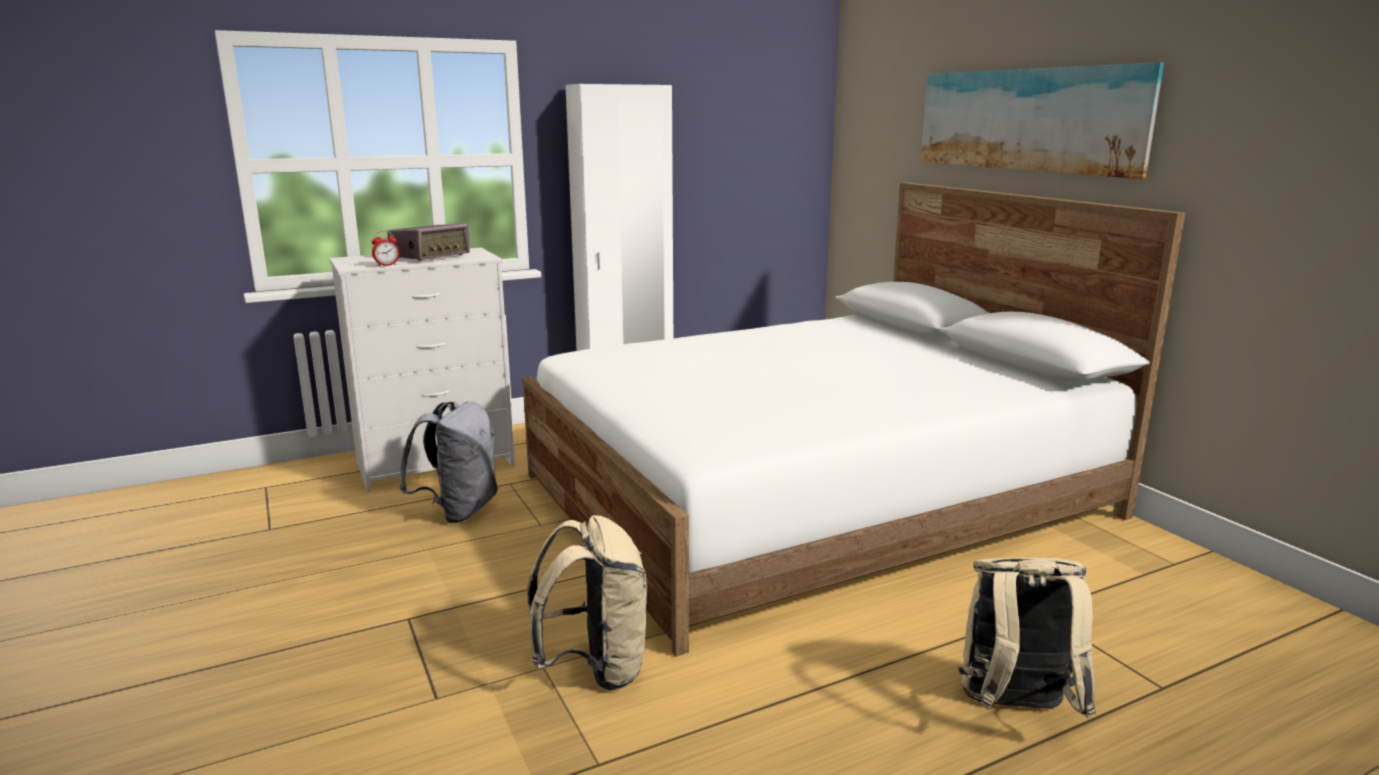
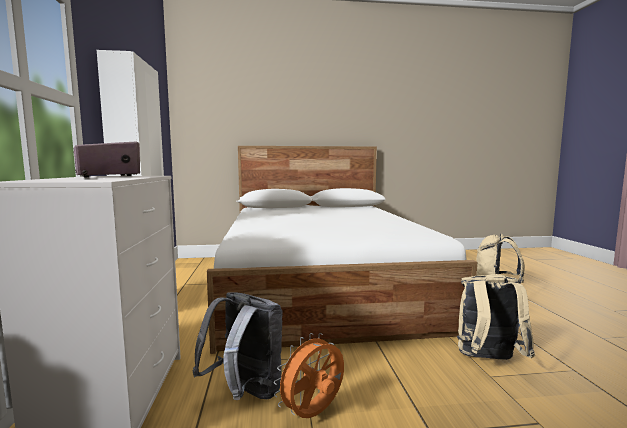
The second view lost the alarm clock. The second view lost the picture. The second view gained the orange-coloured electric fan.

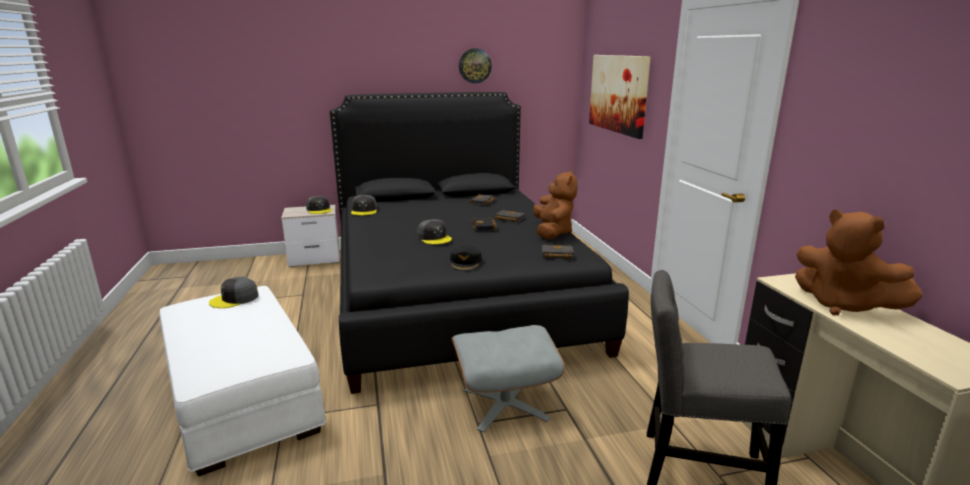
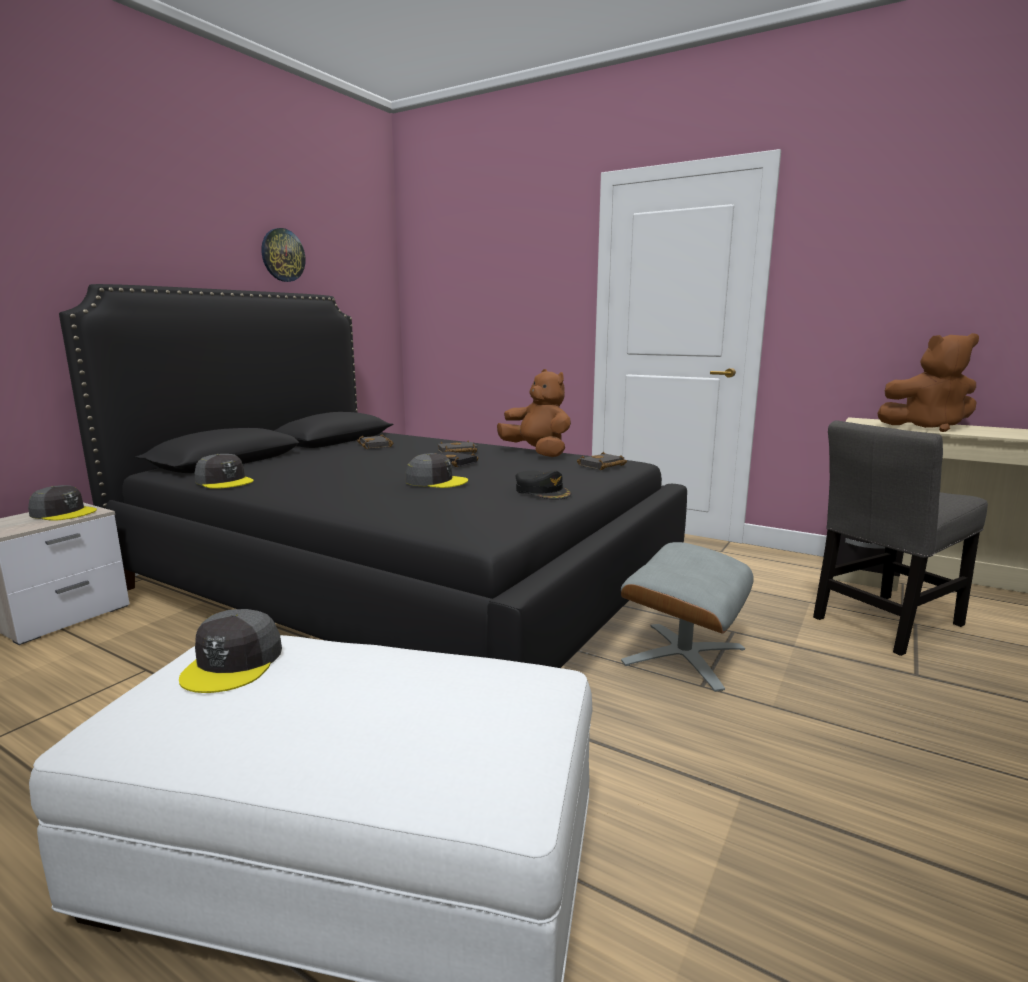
The second view lost the picture.

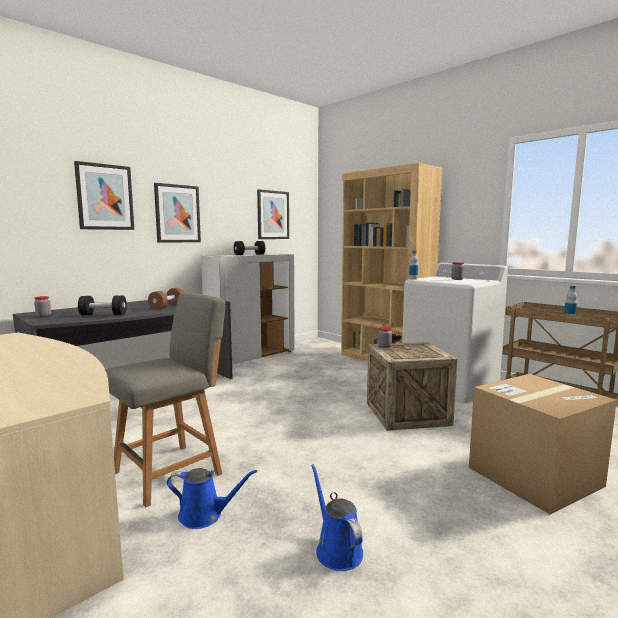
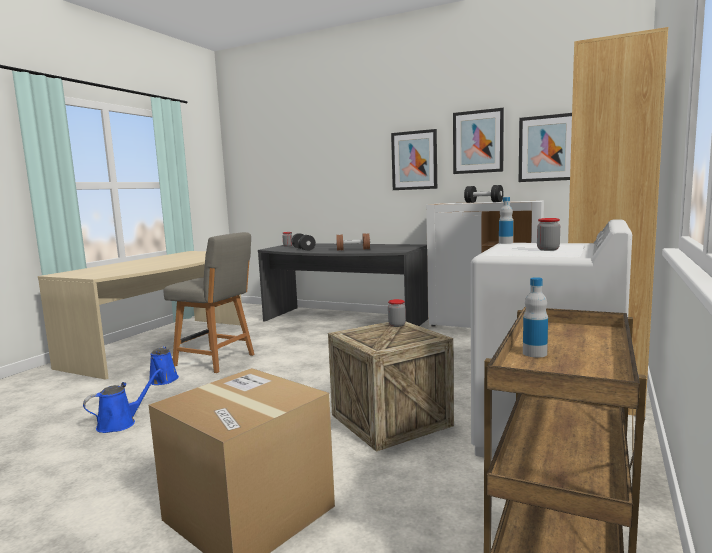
The picture (no. 1 from left in the first image) ended up elsewhere.

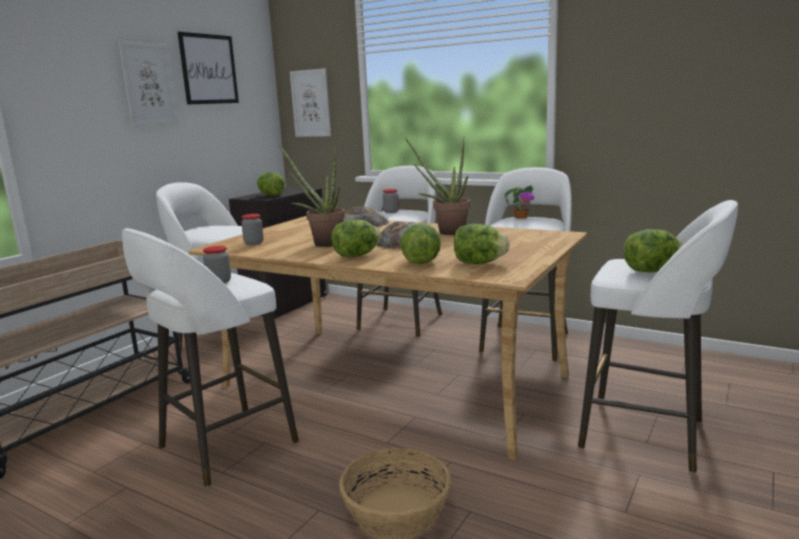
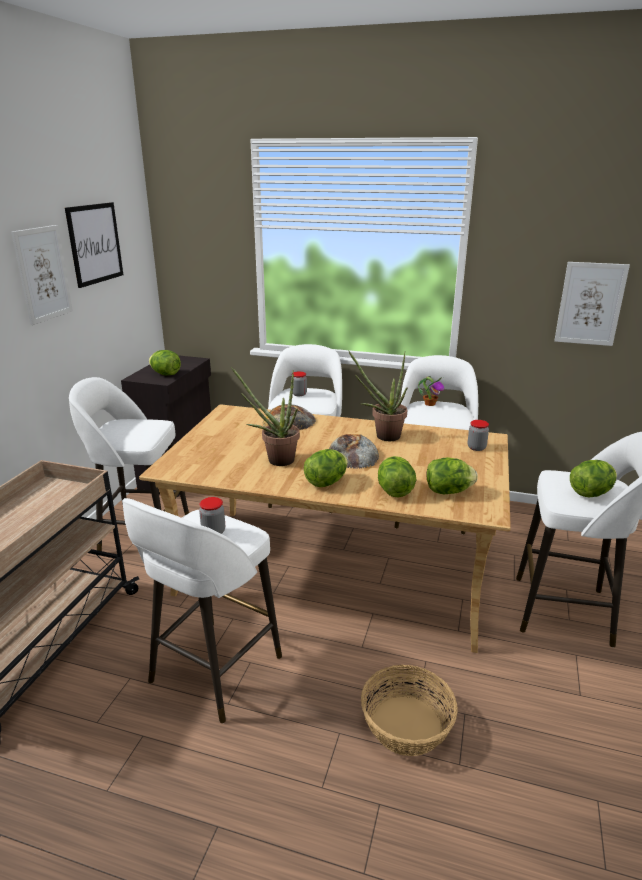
The storage jar (no. 2 from left in the first image) ended up elsewhere. The picture (no. 3 from left) ended up elsewhere.

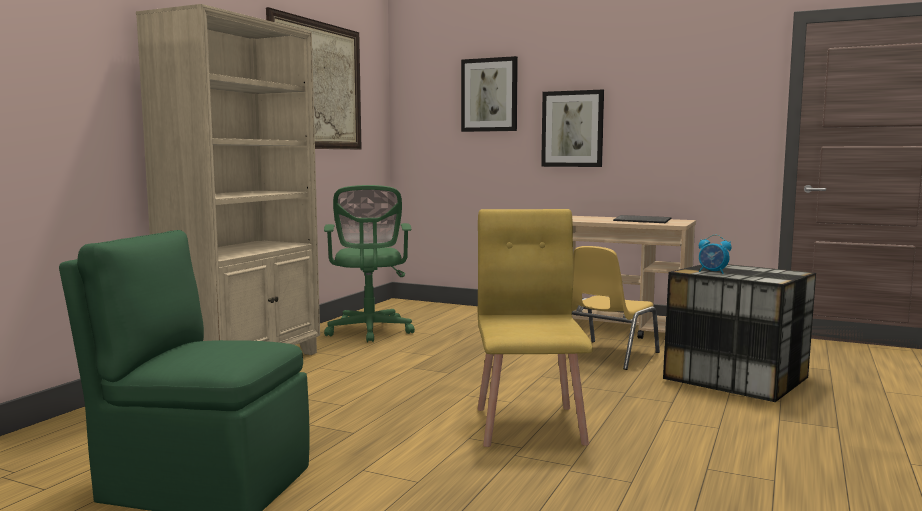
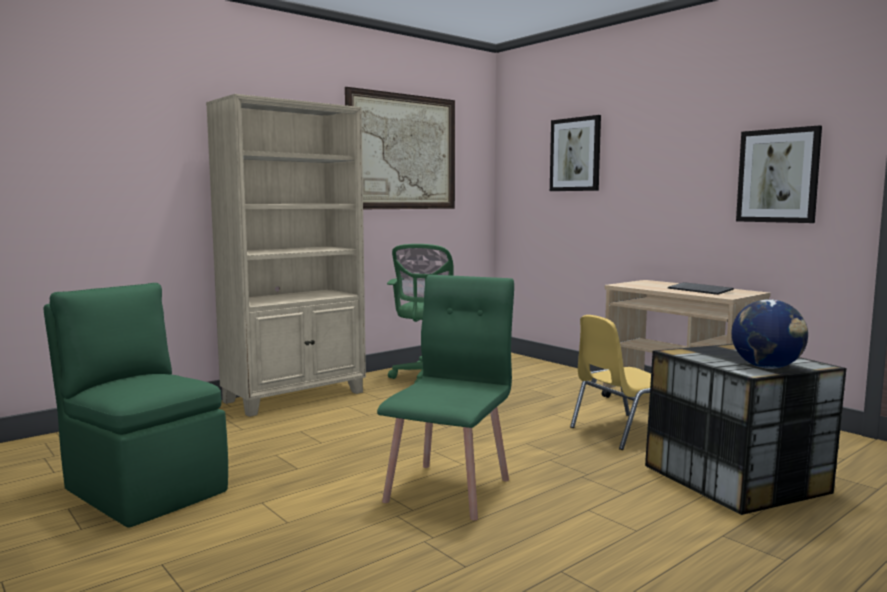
What was the yellowish upright chair (no. 1 from left) turned into the greenish upright chair (no. 2 from left). The picture (no. 3 from left) ended up elsewhere. The second view lost the alarm clock. The second view gained the globe.

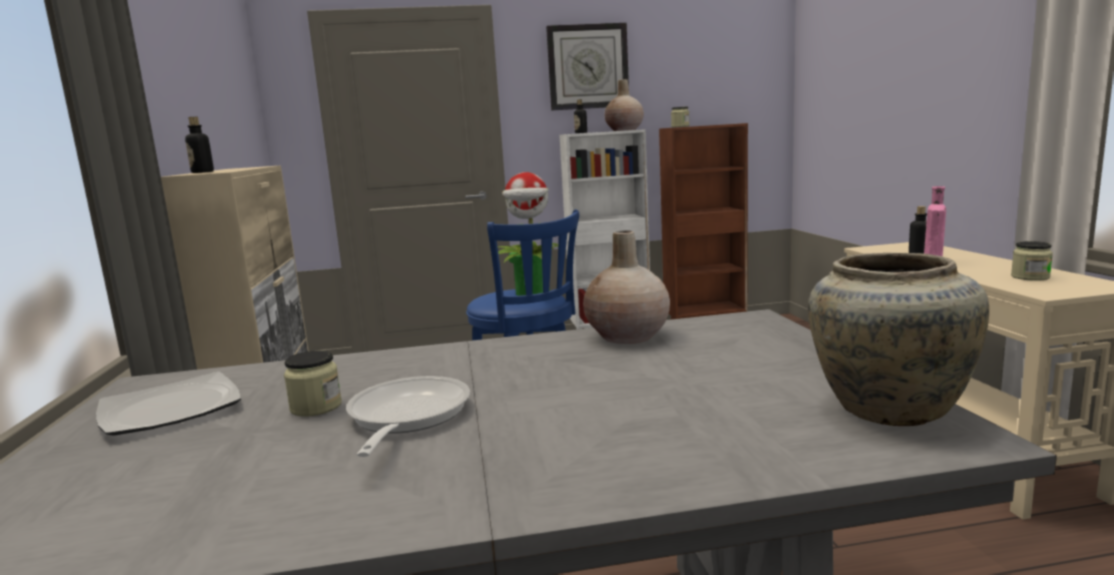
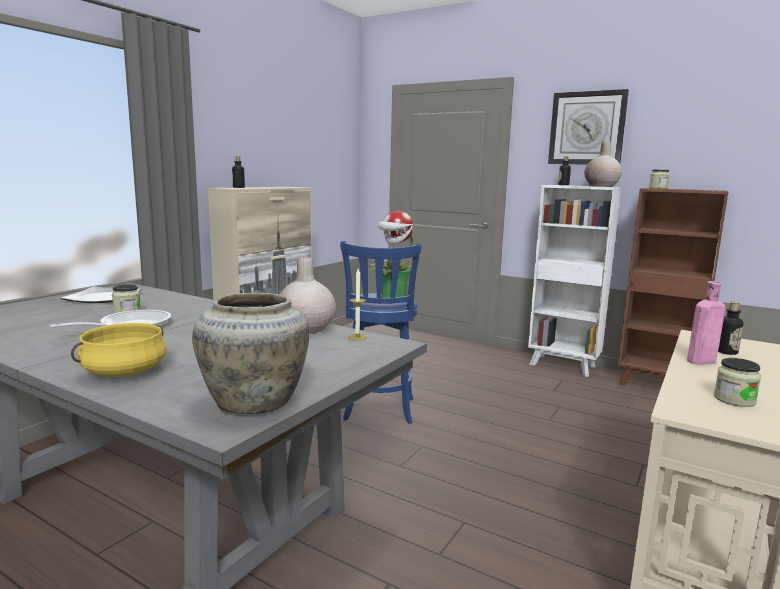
The second view gained the yellowish cooking pot. The second view gained the wax candle.

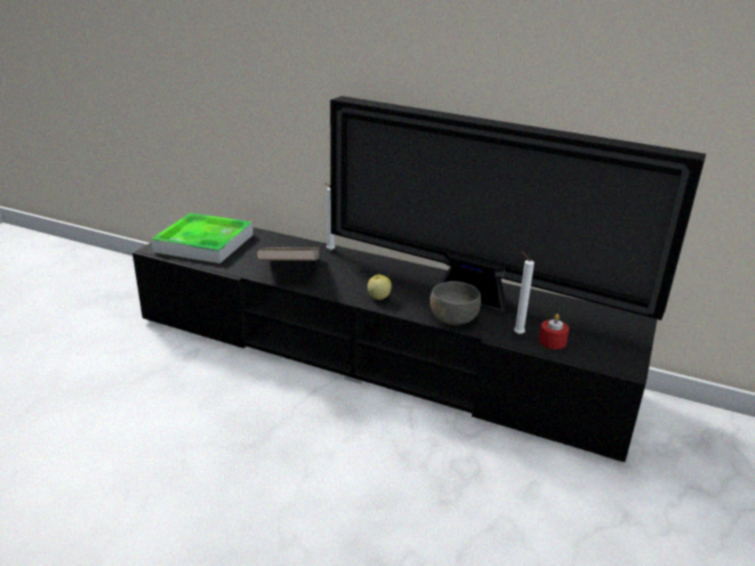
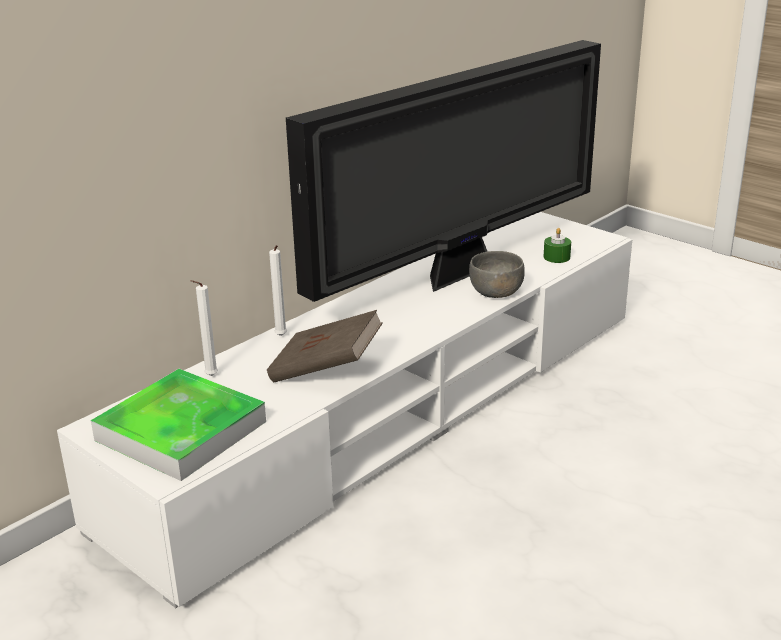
What was the black-coloured tv unit turned into the whitish tv unit. The second view lost the apple fruit. The whitish wax candle (no. 2 from left in the first image) ended up elsewhere. What was the reddish wax candle turned into the greenish wax candle.

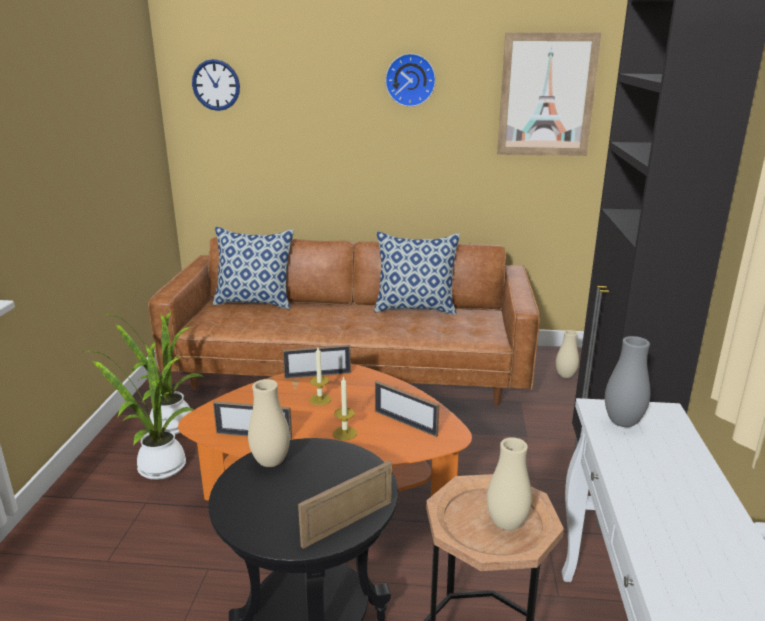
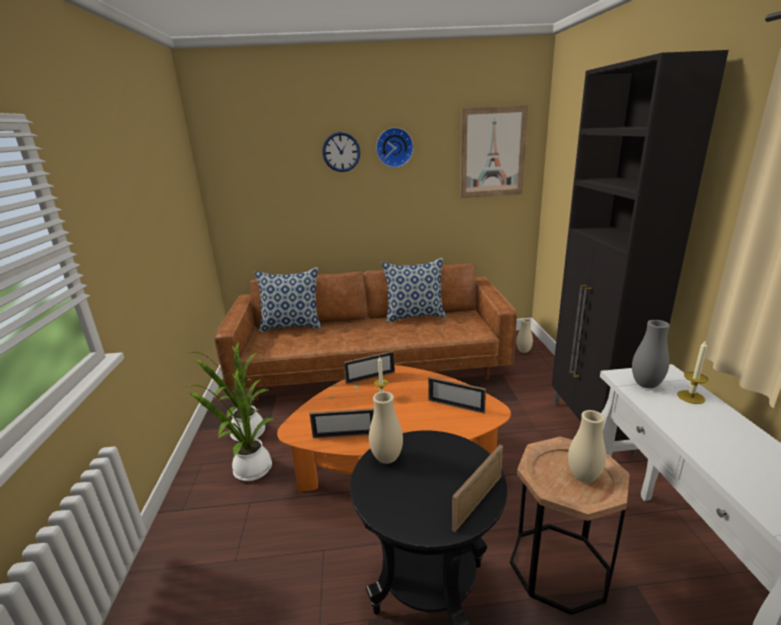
The wall clock (no. 1 from left) ended up elsewhere. The wax candle (no. 2 from left) ended up elsewhere.

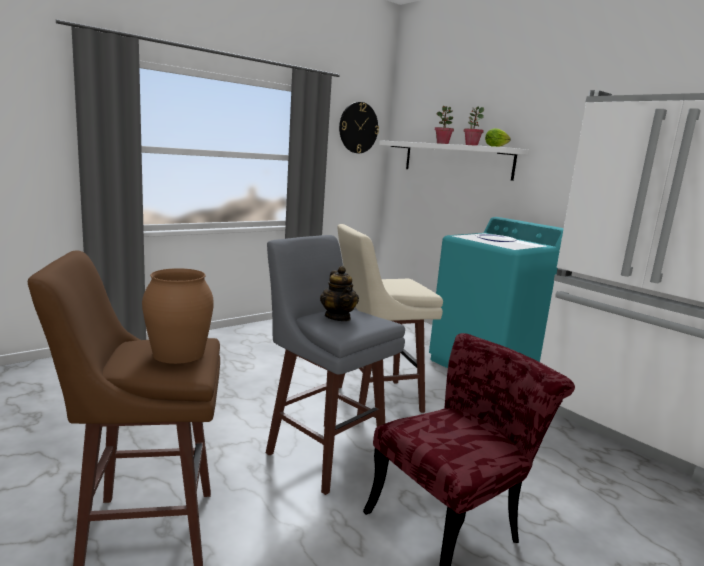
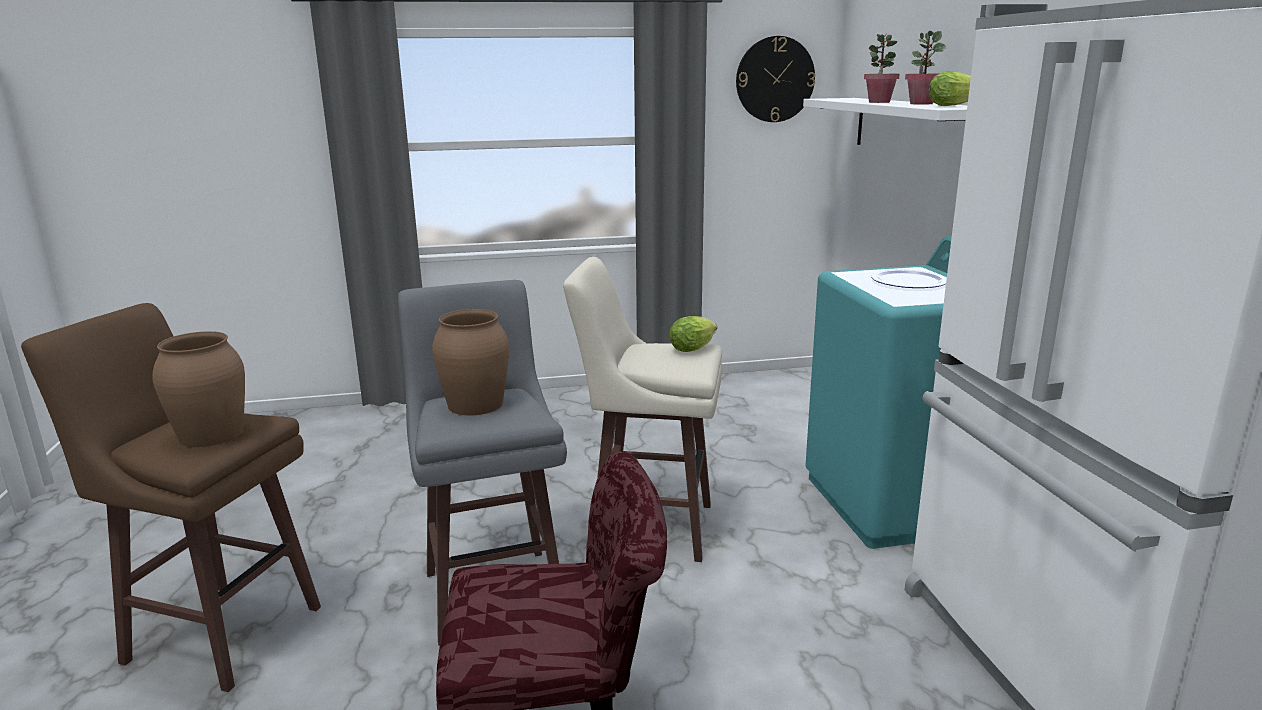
Where the tea pot stood, the brown-coloured vase (no. 2 from left) came to stand. The second view gained the head of lettuce (no. 1 from left).

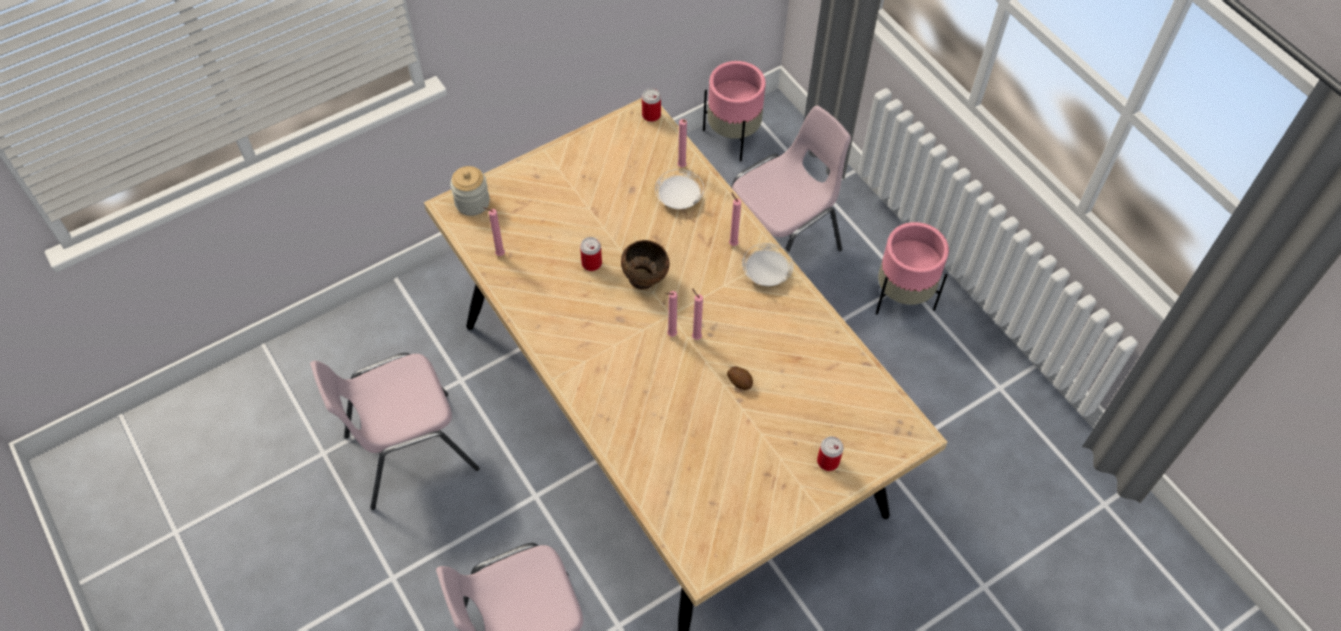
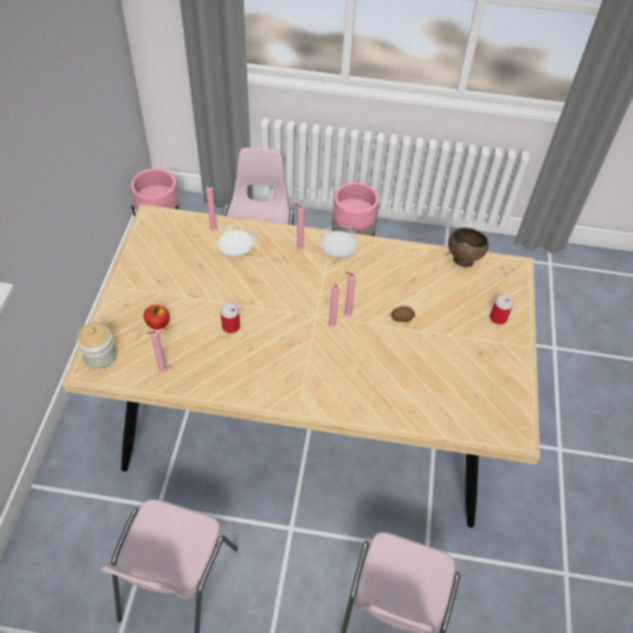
The brown-coloured deep dish ended up elsewhere. The second view lost the metal can (no. 2 from left). The second view gained the apple fruit.

